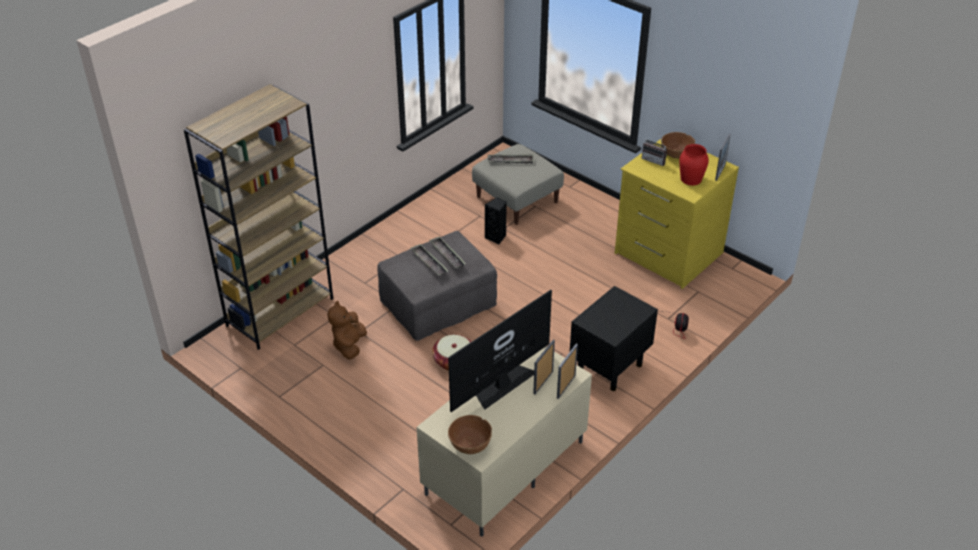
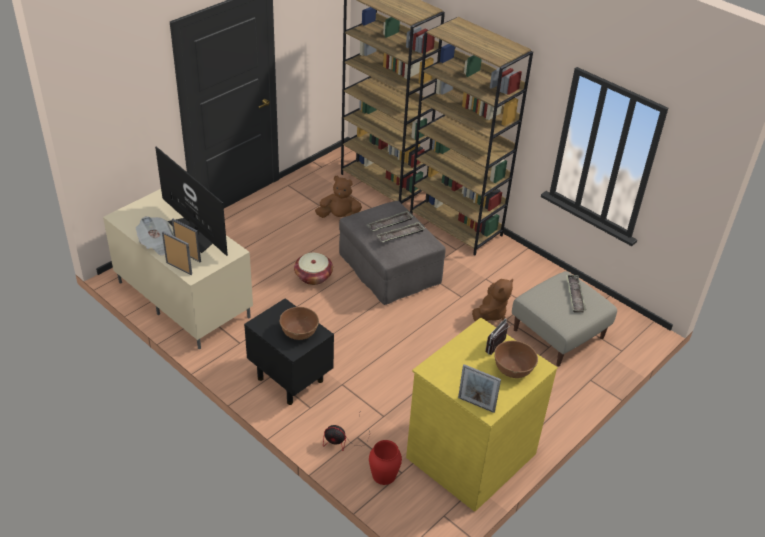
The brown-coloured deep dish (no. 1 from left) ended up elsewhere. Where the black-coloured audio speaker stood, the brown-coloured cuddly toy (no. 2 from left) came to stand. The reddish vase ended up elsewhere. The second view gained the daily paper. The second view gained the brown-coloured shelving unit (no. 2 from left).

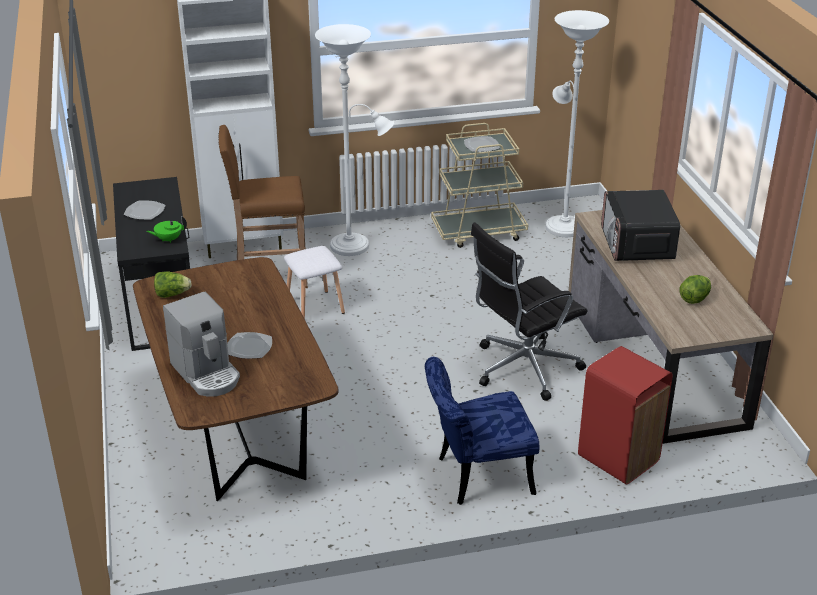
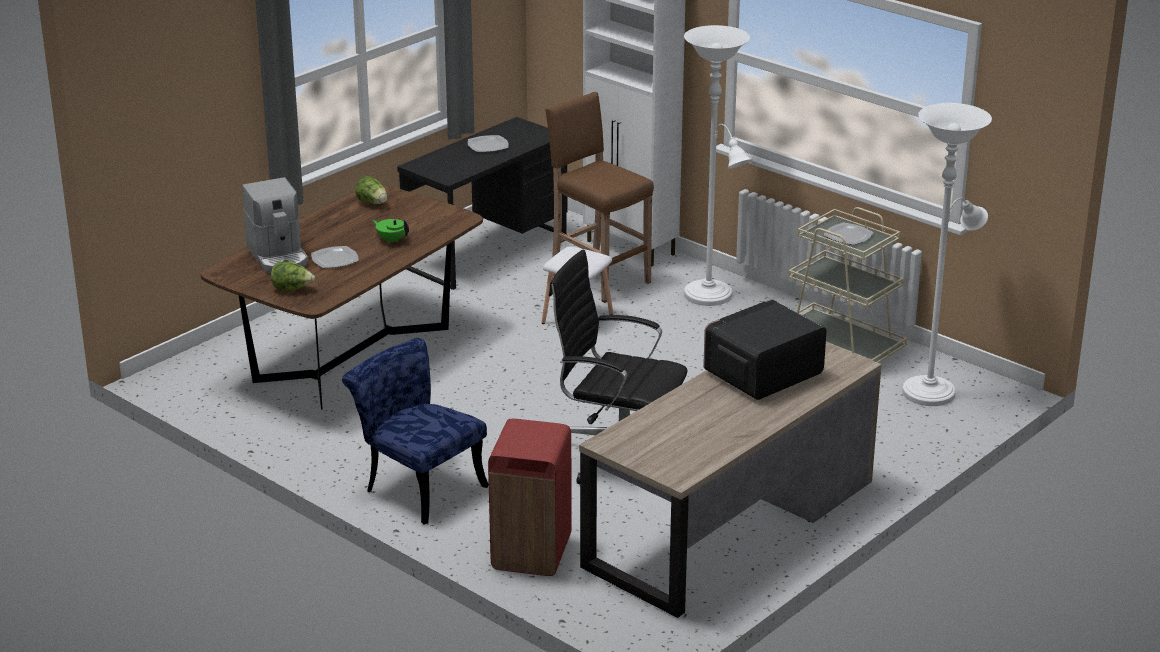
The greenish tea pot ended up elsewhere. The coffee machine ended up facing another way, 45 degrees counterclockwise from before. The head of lettuce (no. 2 from left in the first image) ended up elsewhere.

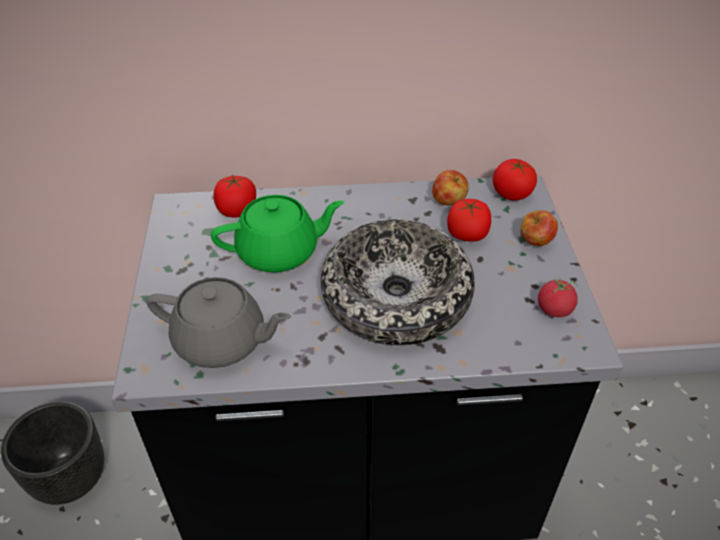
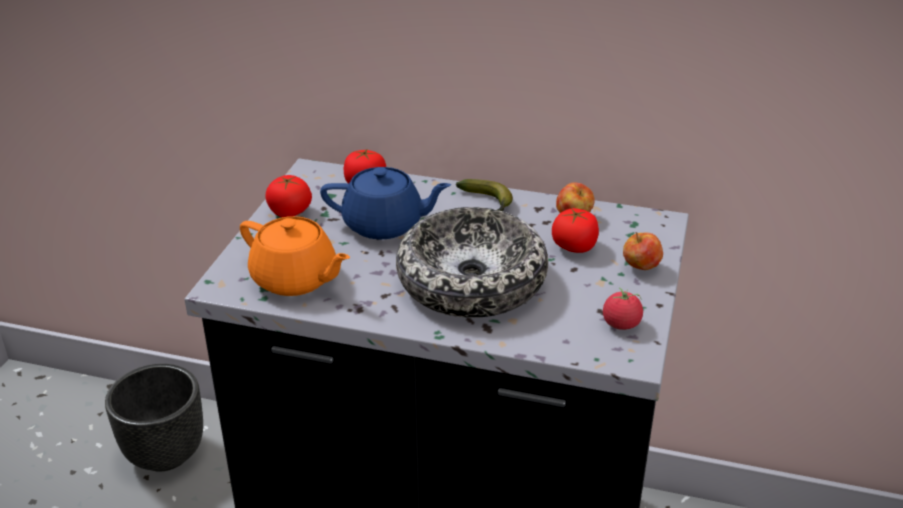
What was the grey tea pot turned into the orange-coloured tea pot. What was the greenish tea pot turned into the blue-coloured tea pot. The fresh tomato (no. 3 from left in the first image) ended up elsewhere. The second view gained the banana.

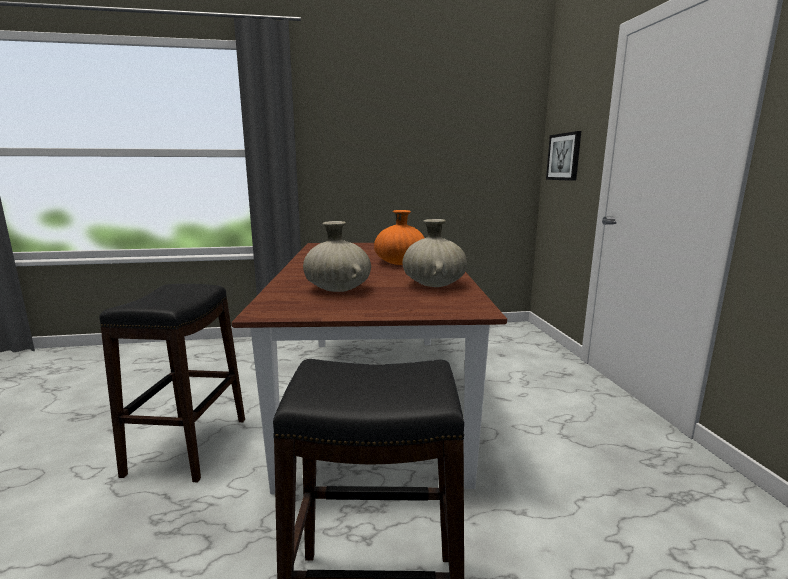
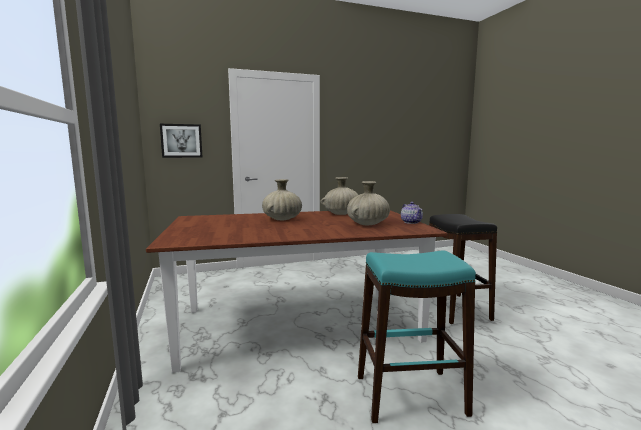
What was the black-coloured stool (no. 1 from left) turned into the turquoise-coloured stool. What was the orange-coloured vase turned into the beige-coloured vase (no. 1 from left). The second view gained the tea pot.

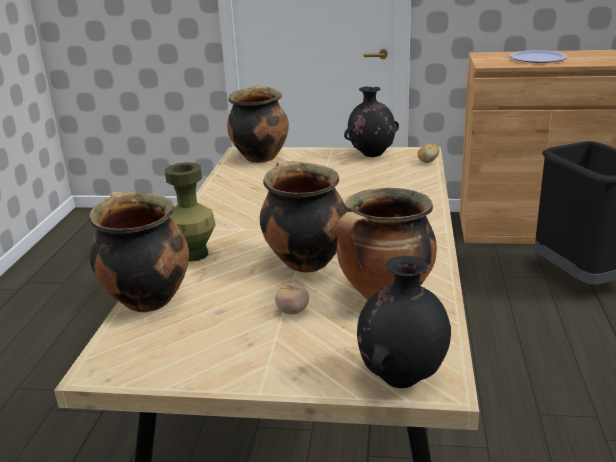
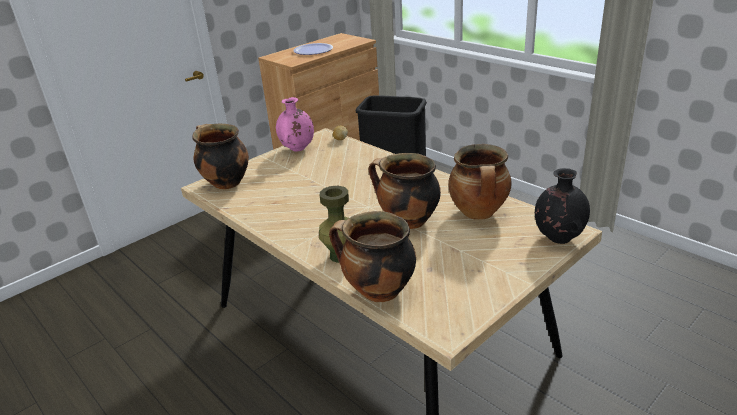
The second view lost the fresh tomato. What was the black-coloured vase (no. 1 from left) turned into the pink vase.

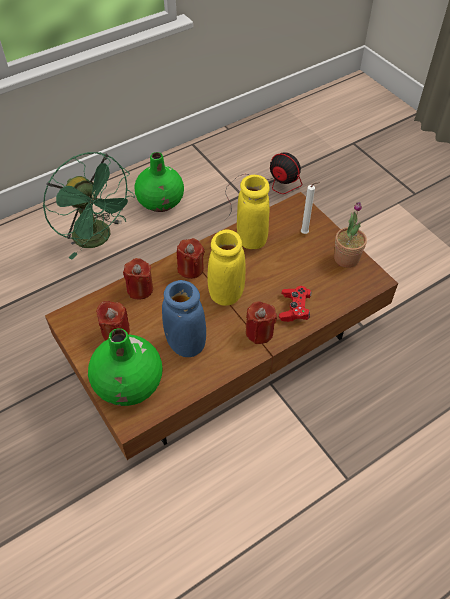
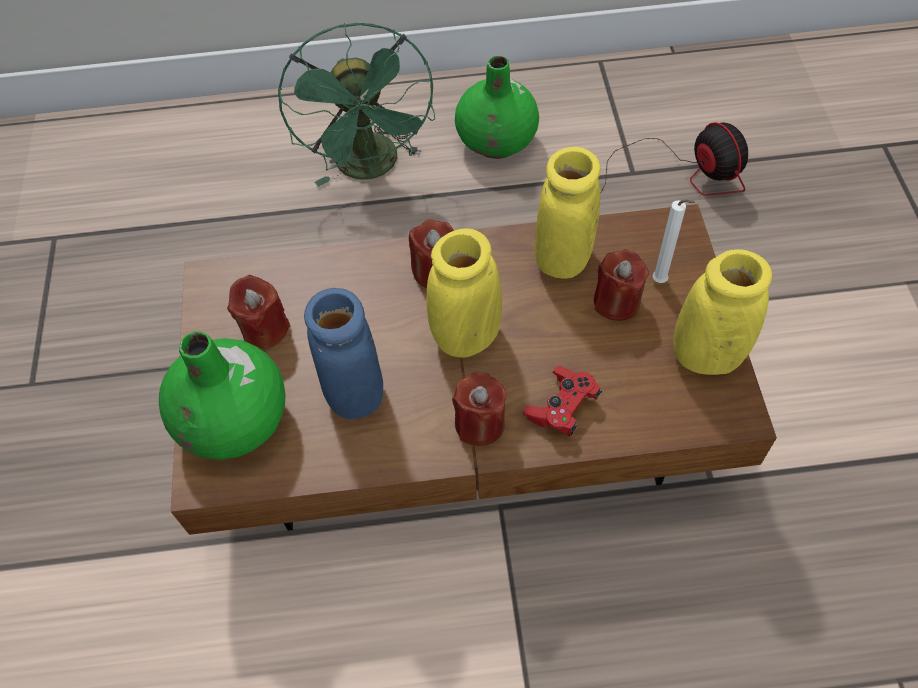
The reddish wax candle (no. 2 from left in the first image) ended up elsewhere. Where the houseplant stood, the yellowish vase (no. 3 from left) came to stand.

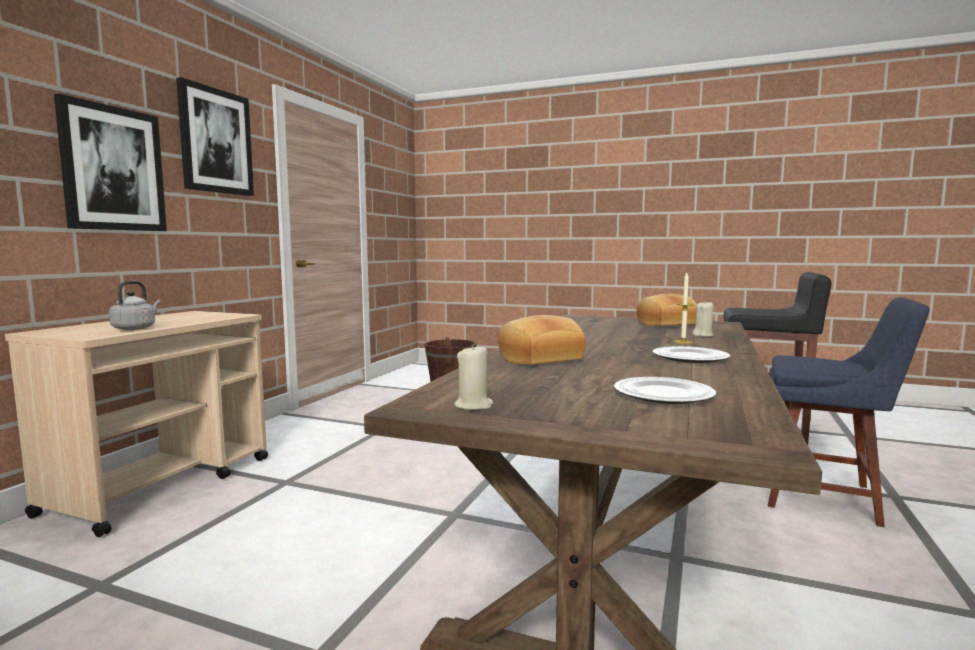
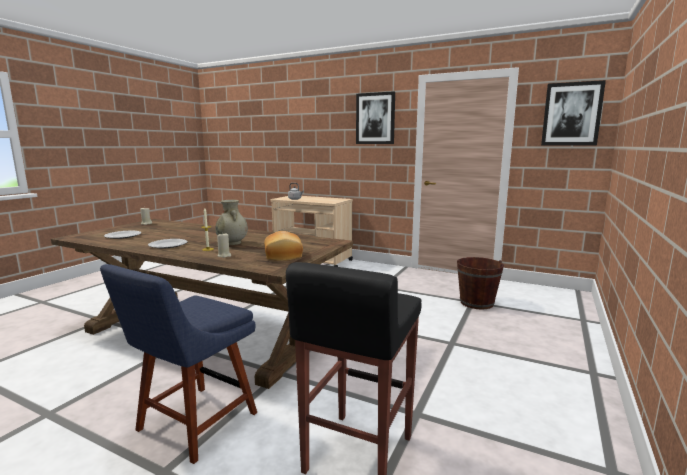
The picture (no. 1 from left in the first image) ended up elsewhere. The second view lost the bakery bread (no. 1 from left). The second view gained the beige-coloured vase.

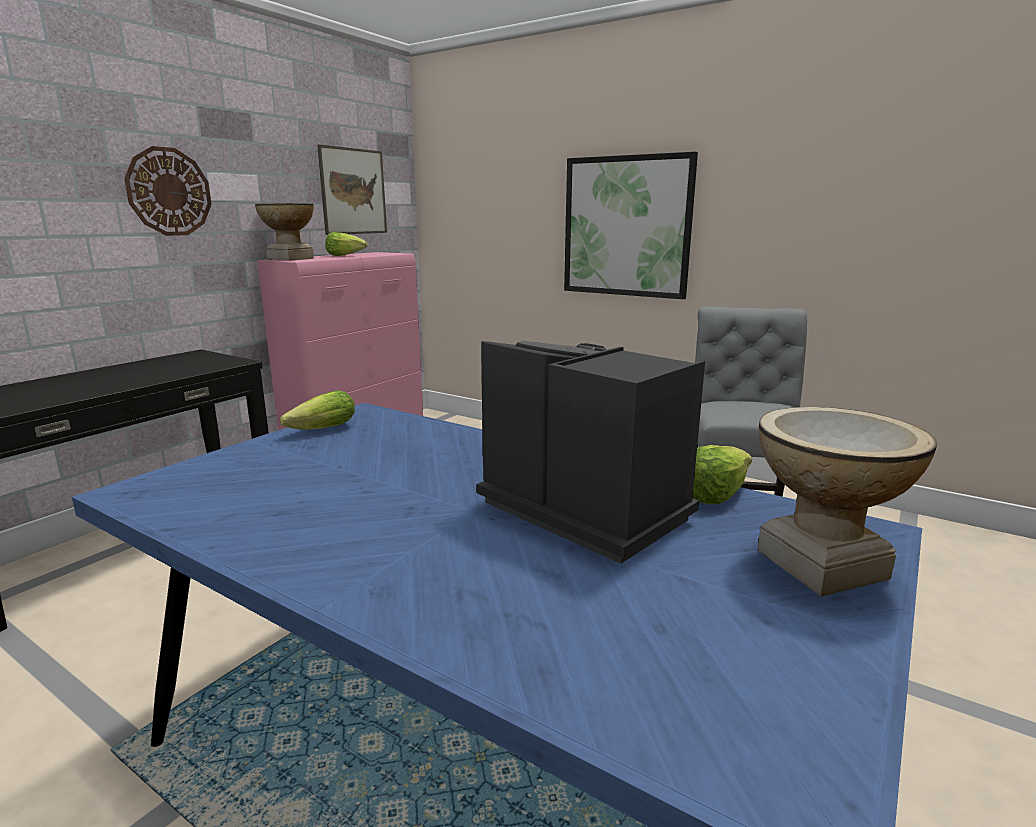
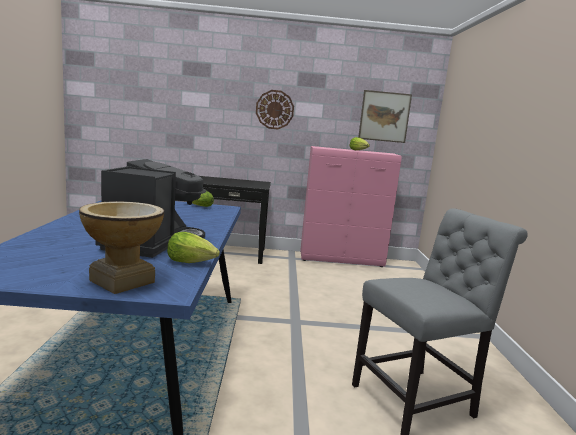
The second view lost the vase (no. 1 from left). The second view lost the picture (no. 2 from left).

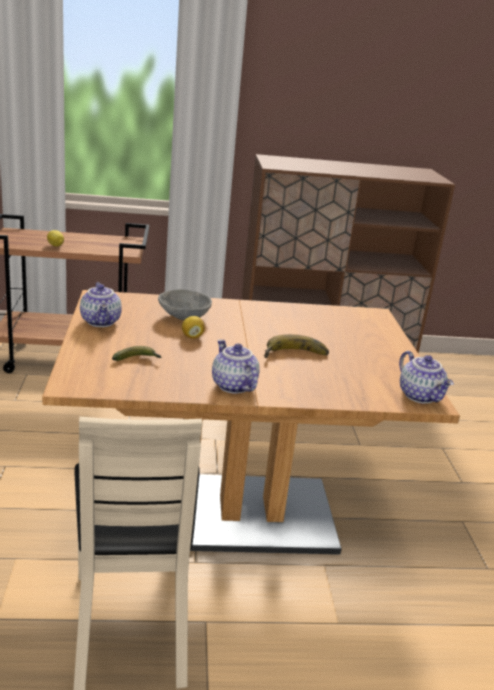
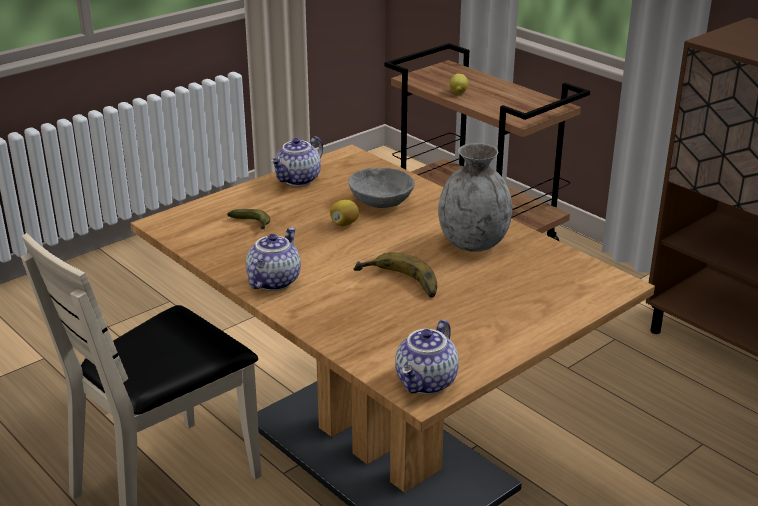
The second view gained the grey vase.

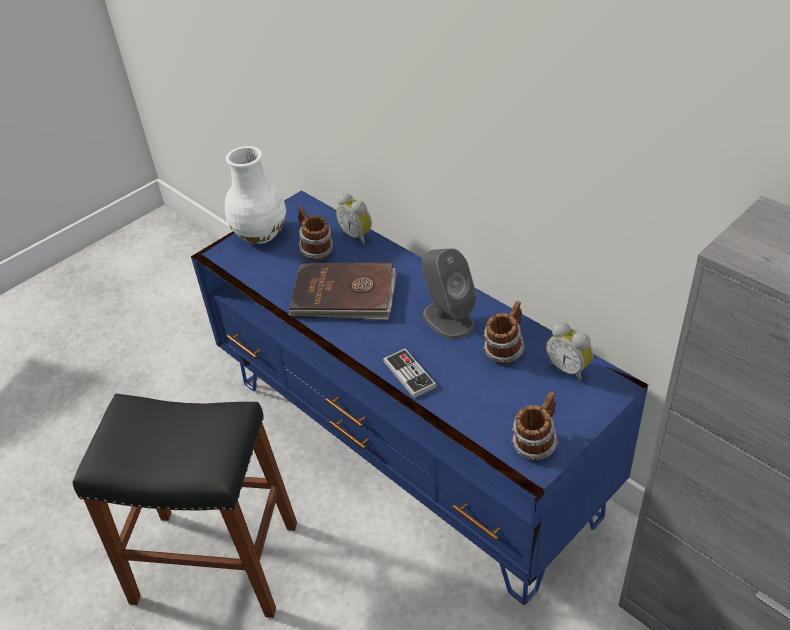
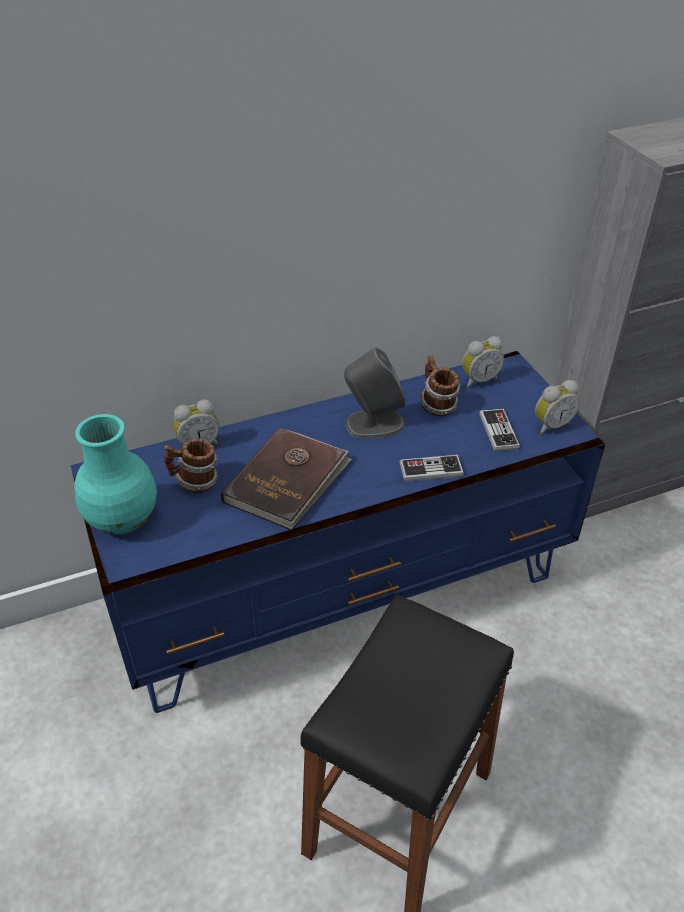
What was the whitish vase turned into the turquoise-coloured vase. Where the mug (no. 3 from left) stood, the alarm clock (no. 3 from left) came to stand. The second view gained the joypad (no. 2 from left).

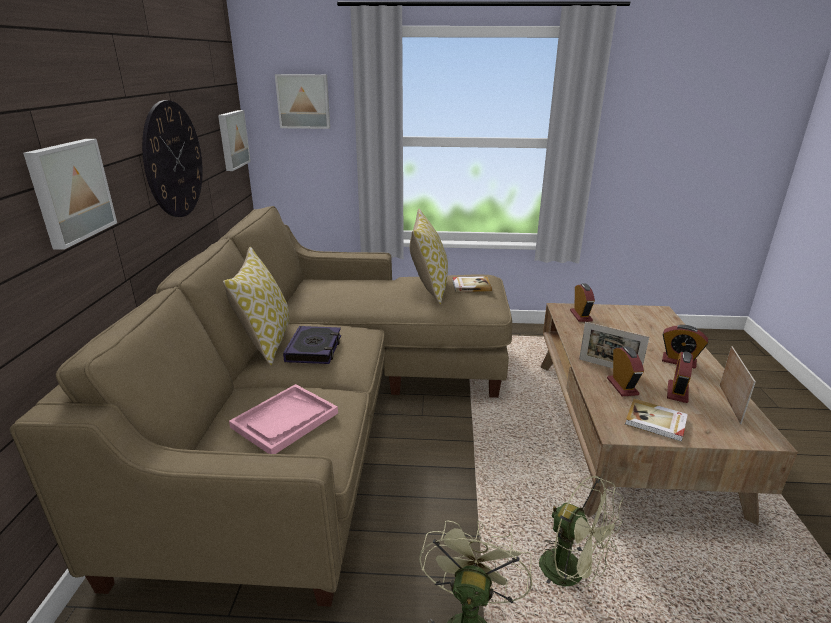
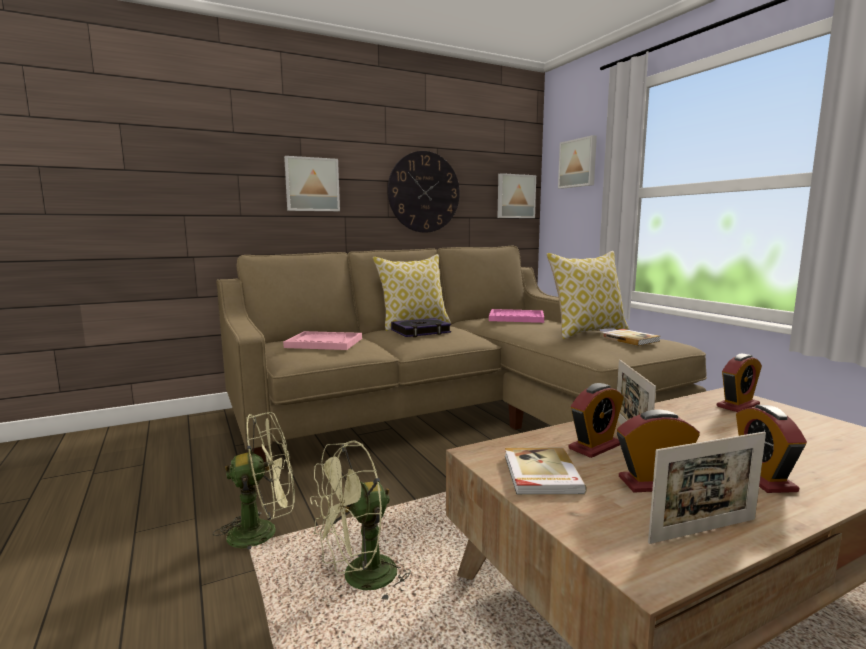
The greenish electric fan (no. 2 from left) ended up facing another way, 45 degrees clockwise from before. The second view gained the pink tray (no. 2 from left).

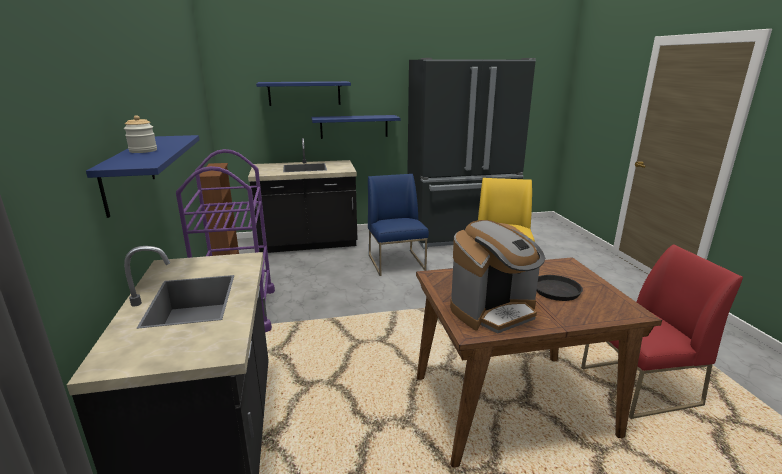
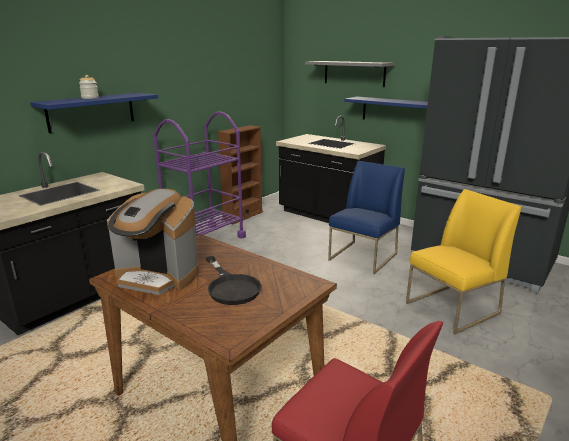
What was the blue-coloured bracket shelf (no. 2 from left) turned into the grey bracket shelf.

